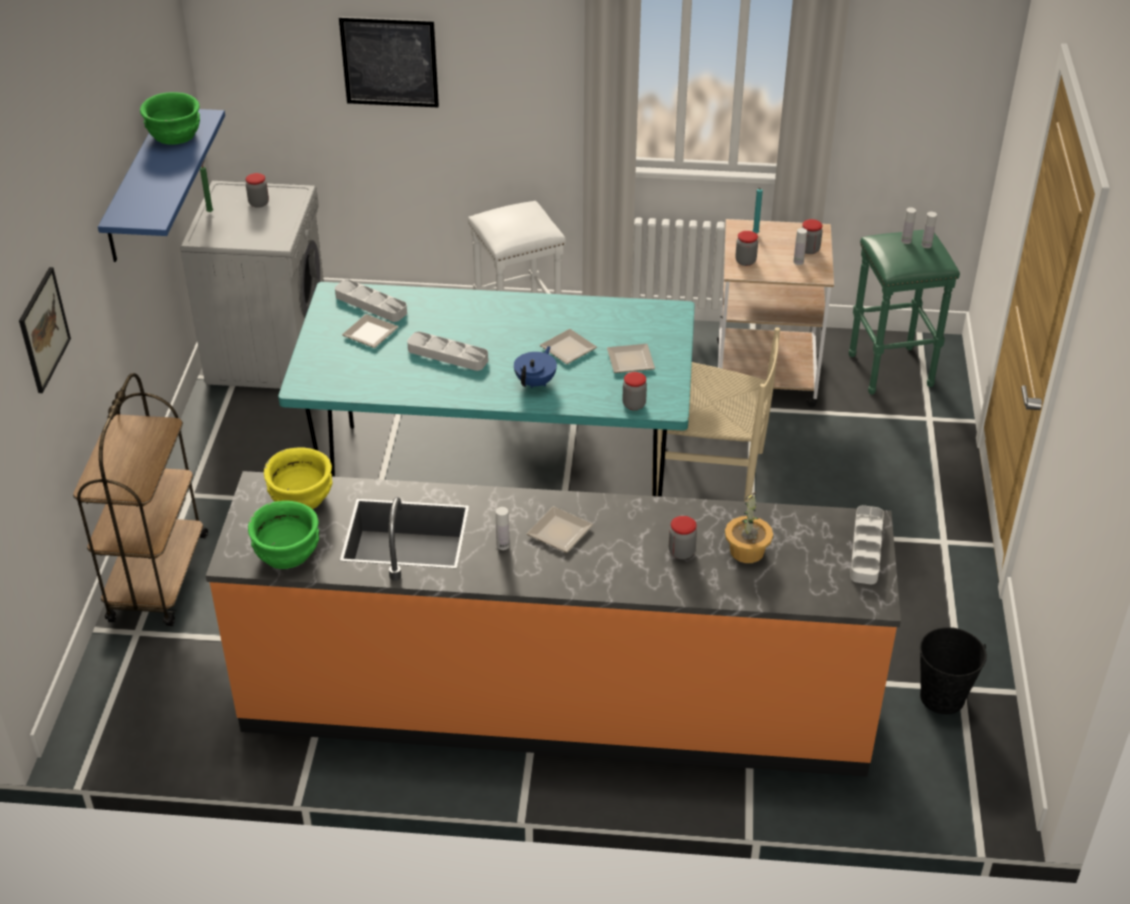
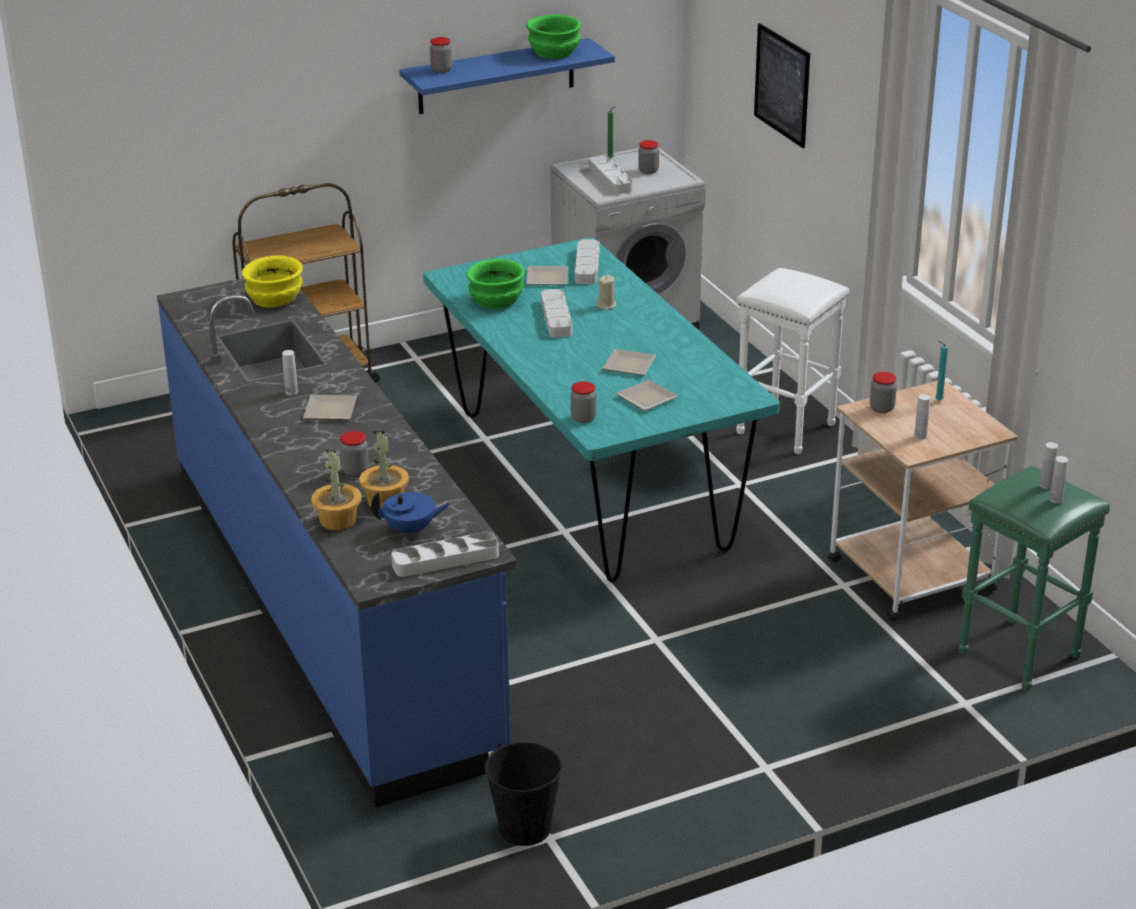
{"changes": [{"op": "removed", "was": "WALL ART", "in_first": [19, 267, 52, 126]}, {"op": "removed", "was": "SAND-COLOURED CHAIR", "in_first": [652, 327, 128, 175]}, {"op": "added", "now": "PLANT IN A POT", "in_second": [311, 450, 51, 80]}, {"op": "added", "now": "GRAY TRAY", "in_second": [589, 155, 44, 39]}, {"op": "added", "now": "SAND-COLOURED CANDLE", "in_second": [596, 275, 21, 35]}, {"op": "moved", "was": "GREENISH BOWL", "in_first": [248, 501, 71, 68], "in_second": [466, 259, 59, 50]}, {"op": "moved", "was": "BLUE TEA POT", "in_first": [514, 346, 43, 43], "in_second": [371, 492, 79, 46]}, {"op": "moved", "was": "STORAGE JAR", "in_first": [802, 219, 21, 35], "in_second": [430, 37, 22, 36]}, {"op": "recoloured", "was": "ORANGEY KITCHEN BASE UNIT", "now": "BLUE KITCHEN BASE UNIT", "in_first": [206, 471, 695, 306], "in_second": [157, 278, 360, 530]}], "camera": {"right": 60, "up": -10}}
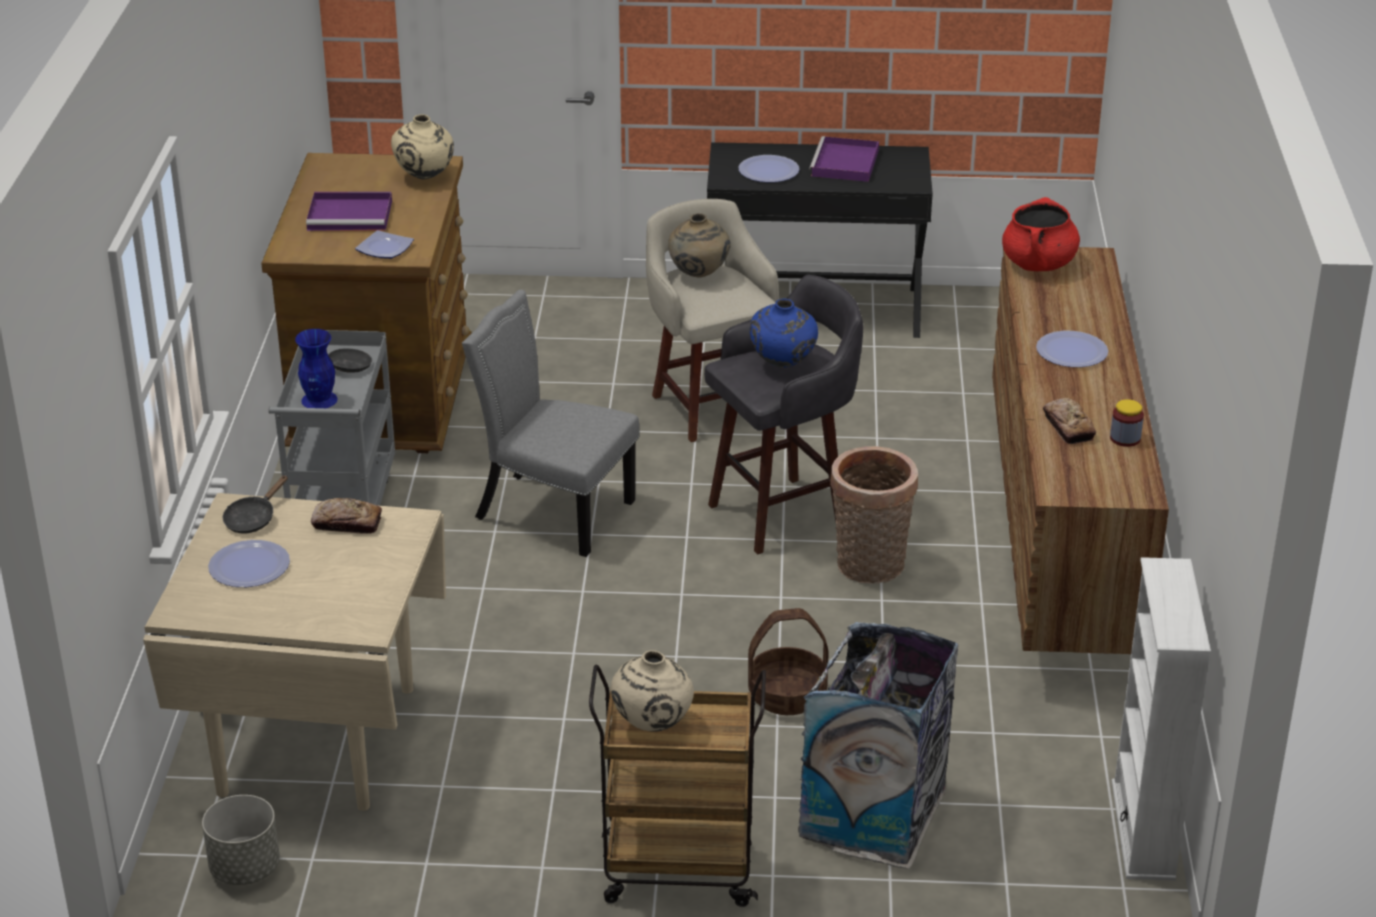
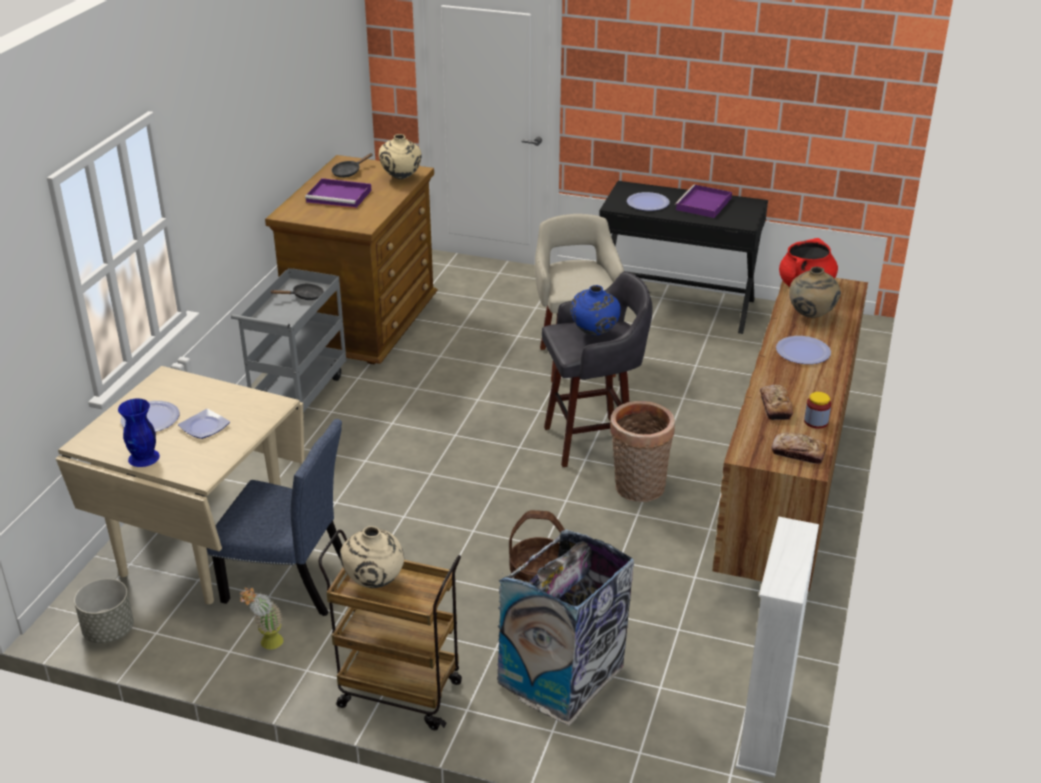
{"changes": [{"op": "removed", "was": "GRAY CHAIR", "in_first": [462, 290, 178, 267]}, {"op": "added", "now": "BLUE CHAIR", "in_second": [207, 419, 136, 197]}, {"op": "added", "now": "PLANT IN A POT", "in_second": [240, 588, 43, 62]}, {"op": "moved", "was": "BLACK FRYING PAN", "in_first": [223, 475, 65, 59], "in_second": [332, 153, 41, 25]}, {"op": "moved", "was": "BLUE DECORATIVE VASE", "in_first": [295, 329, 43, 79], "in_second": [118, 398, 42, 69]}, {"op": "moved", "was": "BAKED BREAD", "in_first": [311, 498, 71, 36], "in_second": [772, 432, 55, 32]}, {"op": "moved", "was": "PLATE", "in_first": [355, 230, 59, 29], "in_second": [178, 409, 52, 30]}, {"op": "moved", "was": "SAND-COLOURED DECORATIVE VASE", "in_first": [668, 213, 63, 64], "in_second": [789, 267, 52, 51]}], "camera": {"right": 15, "up": 0}}
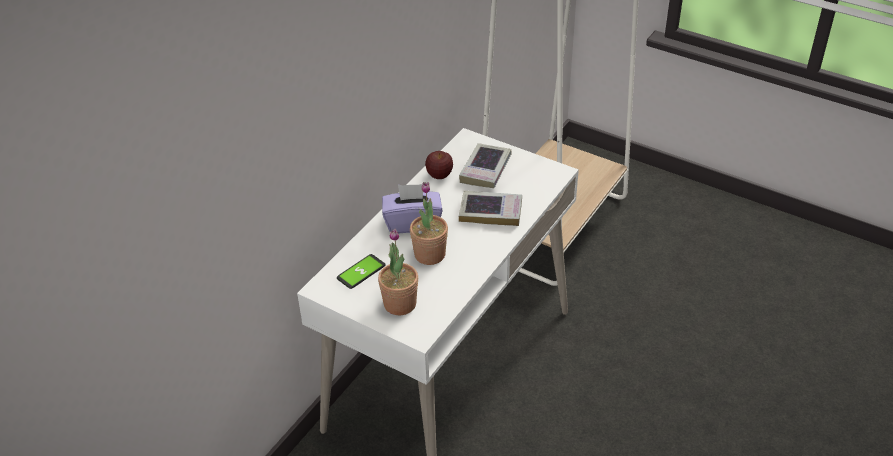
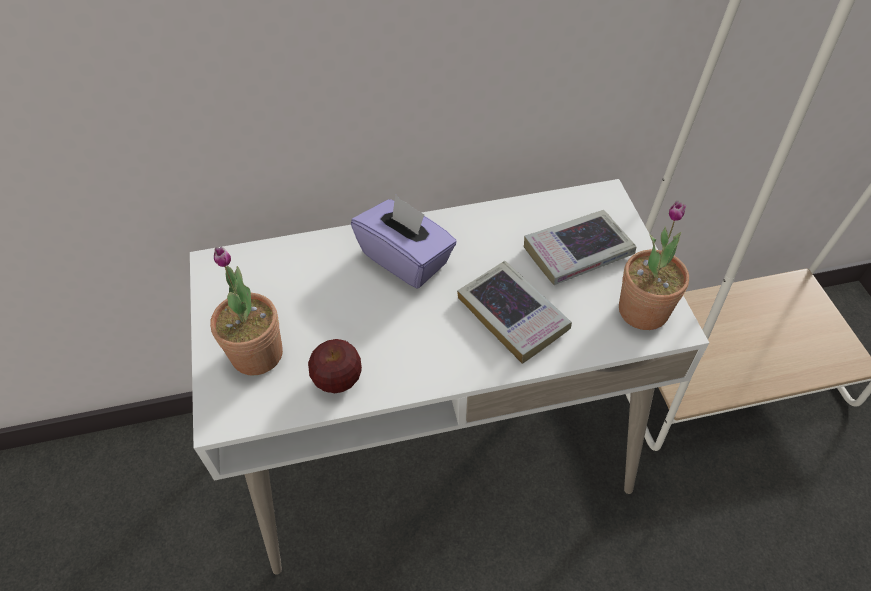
{"changes": [{"op": "removed", "was": "HANDSET", "in_first": [337, 254, 48, 35]}, {"op": "moved", "was": "PLANT IN A POT", "in_first": [410, 182, 38, 83], "in_second": [619, 200, 70, 130]}, {"op": "moved", "was": "APPLE FRUIT", "in_first": [425, 151, 28, 28], "in_second": [308, 339, 54, 54]}], "camera": {"right": 45, "up": 10}}
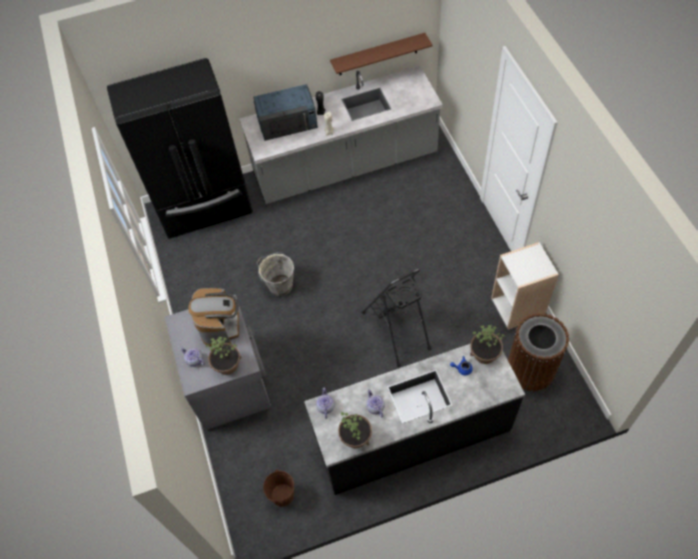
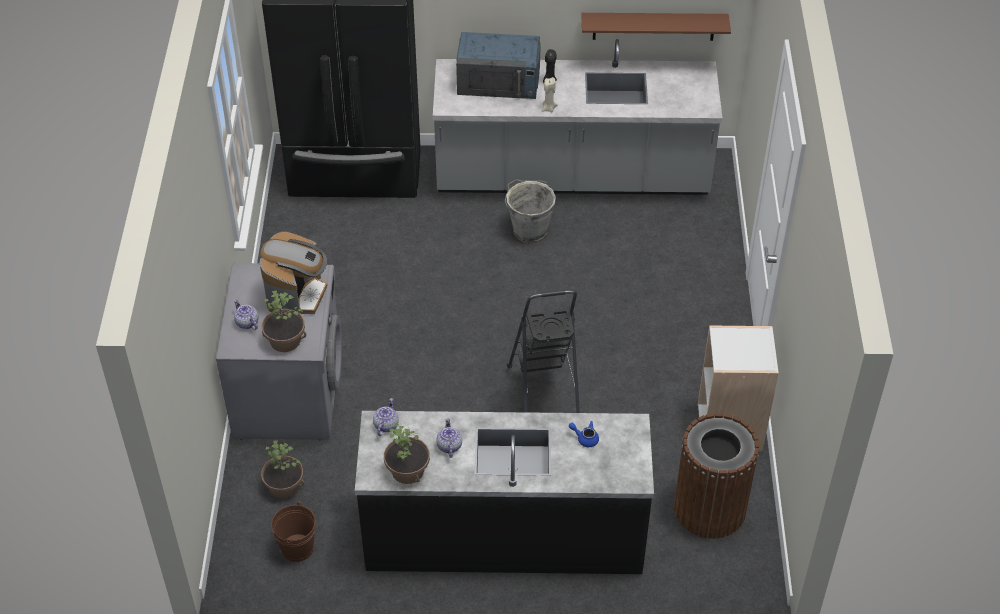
{"changes": [{"op": "moved", "was": "GRAY WATER BUCKET", "in_first": [257, 252, 37, 44], "in_second": [505, 179, 51, 64]}, {"op": "moved", "was": "PLANT IN A POT", "in_first": [470, 325, 35, 39], "in_second": [261, 441, 44, 57]}], "camera": {"right": 15, "up": -10}}
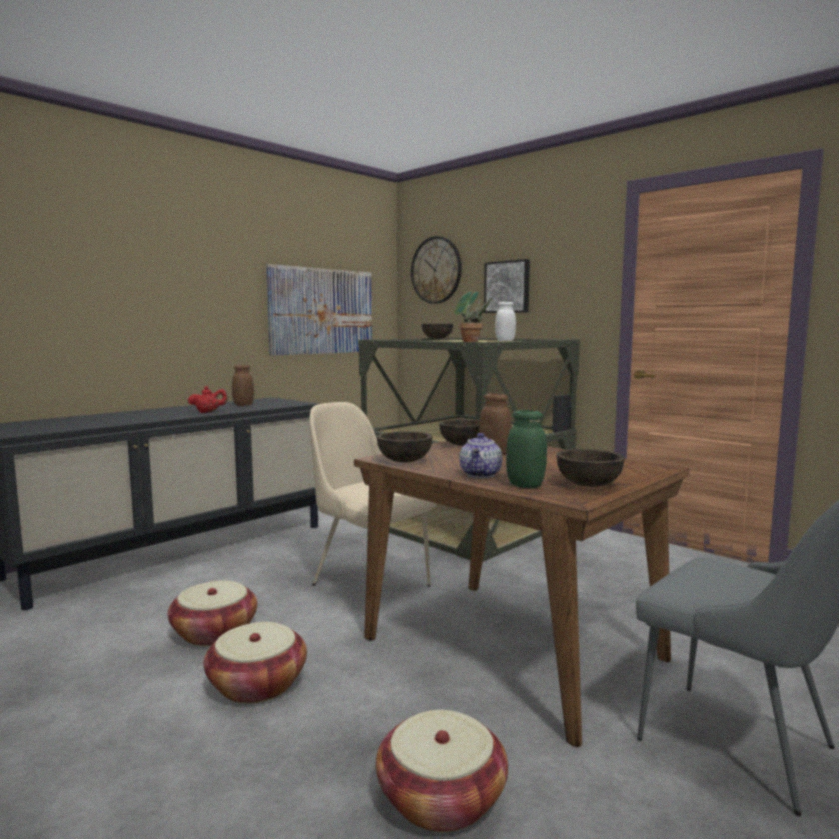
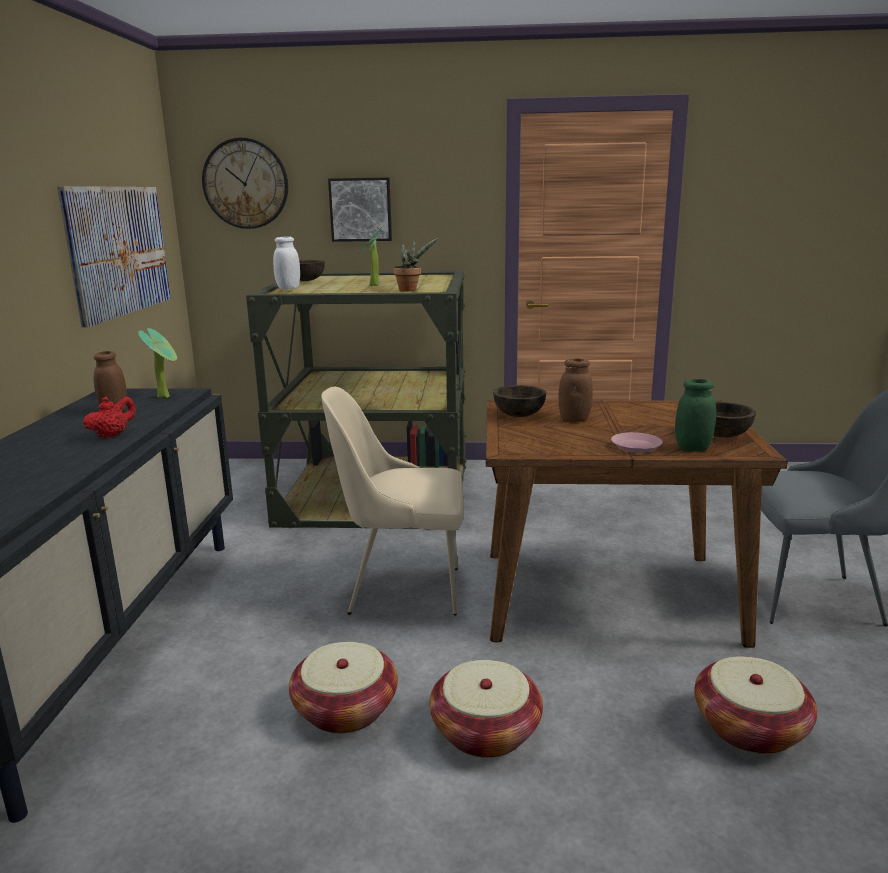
{"changes": [{"op": "removed", "was": "BROWN-COLOURED BOWL", "in_first": [377, 431, 56, 31]}, {"op": "added", "now": "PLANT IN A POT", "in_second": [138, 328, 39, 70]}, {"op": "moved", "was": "WHITE STORAGE JAR", "in_first": [495, 302, 21, 39], "in_second": [273, 236, 27, 53]}, {"op": "replaced", "was": "TEA POT", "now": "PINKISH PLATE", "in_first": [459, 433, 44, 45], "in_second": [611, 432, 52, 21]}], "camera": {"right": -40, "up": 10}}
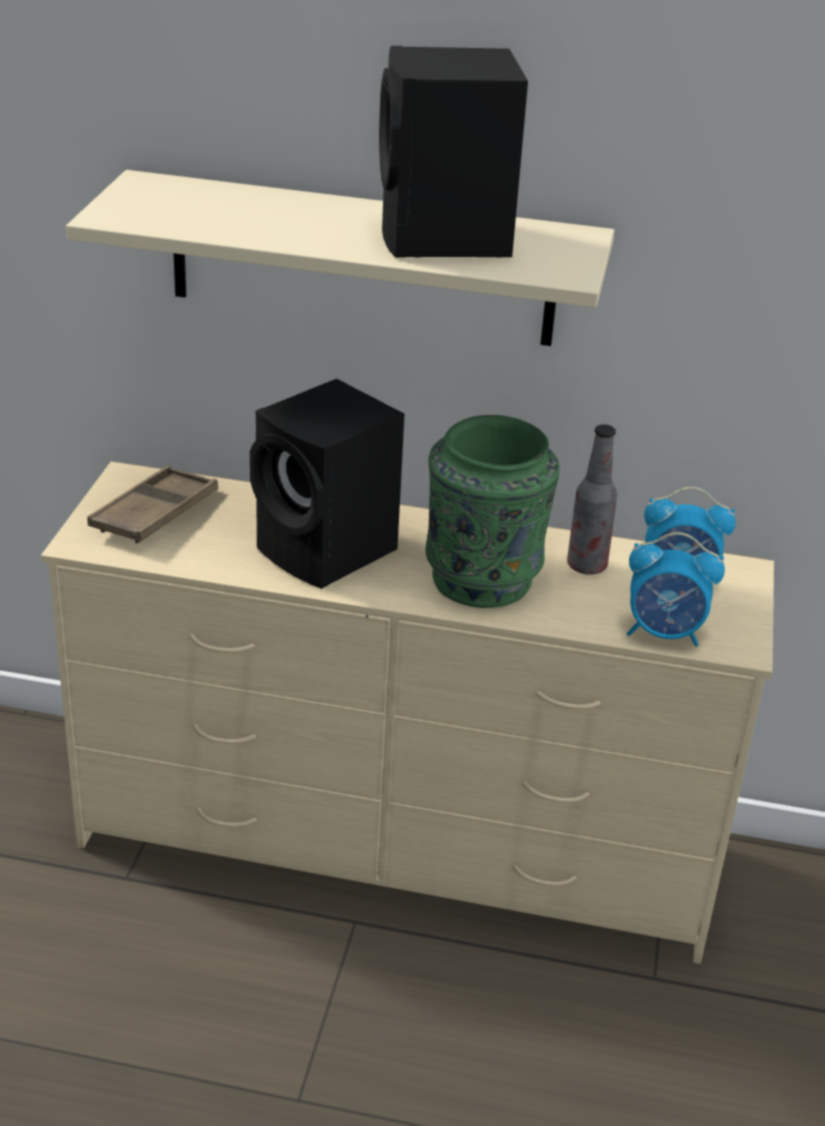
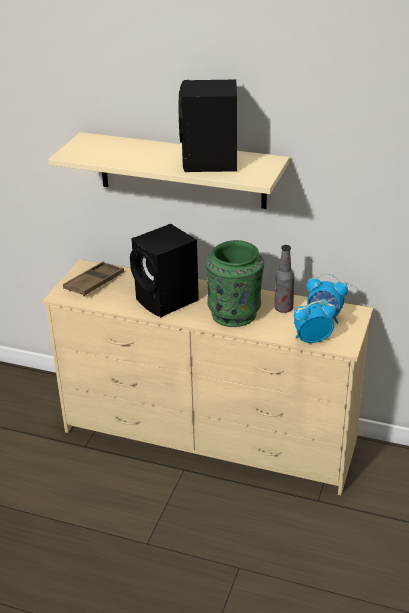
{"changes": [{"op": "turned", "was": "TABLE CLOCK", "in_first": [627, 532, 98, 115], "in_second": [294, 301, 42, 42], "clockwise": 150}], "camera": {"right": 10, "up": 0}}
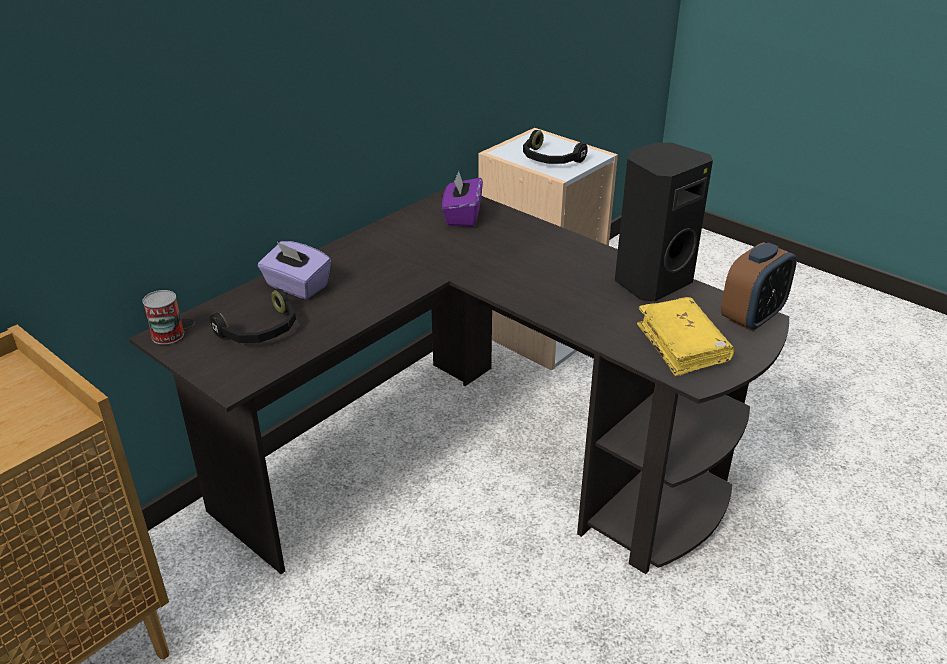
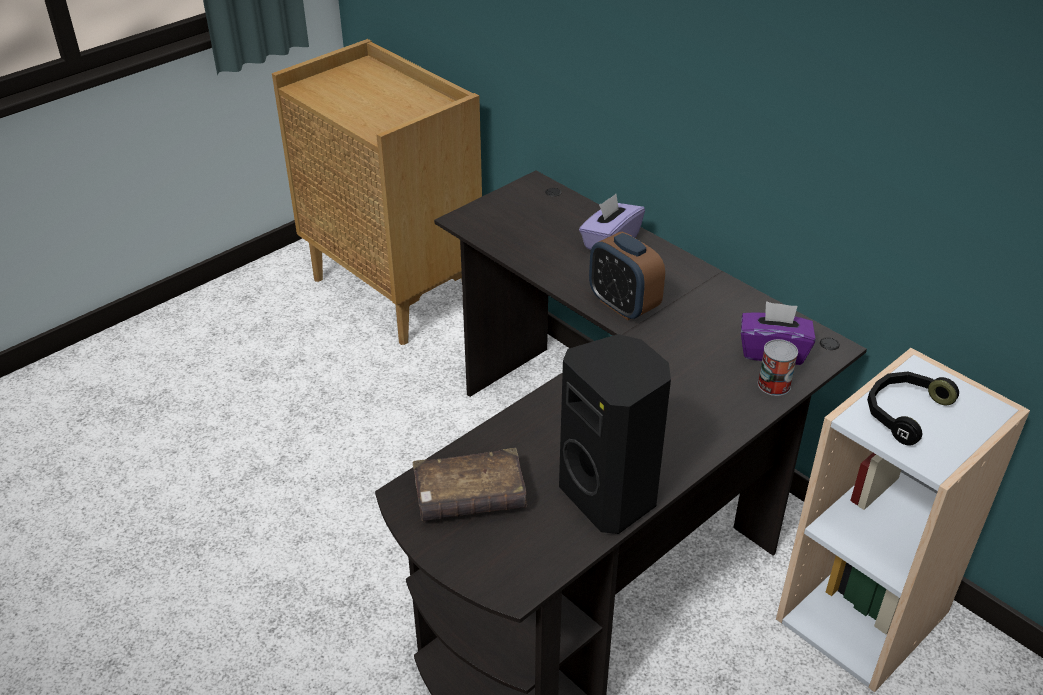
{"changes": [{"op": "removed", "was": "BLACK HEADSET", "in_first": [210, 289, 86, 54]}, {"op": "moved", "was": "METAL CAN", "in_first": [142, 290, 42, 54], "in_second": [758, 339, 40, 57]}, {"op": "moved", "was": "TABLE CLOCK", "in_first": [721, 242, 76, 89], "in_second": [589, 232, 76, 88]}, {"op": "recoloured", "was": "YELLOWISH BOUND BOOK", "now": "BROWN-COLOURED BOUND BOOK", "in_first": [637, 297, 97, 80], "in_second": [413, 448, 114, 73]}], "camera": {"right": 95, "up": 5}}
